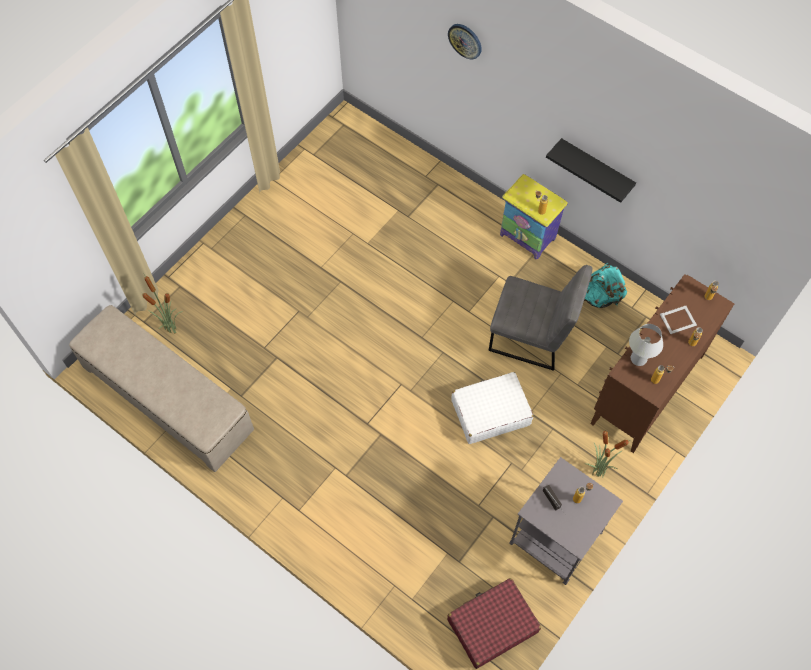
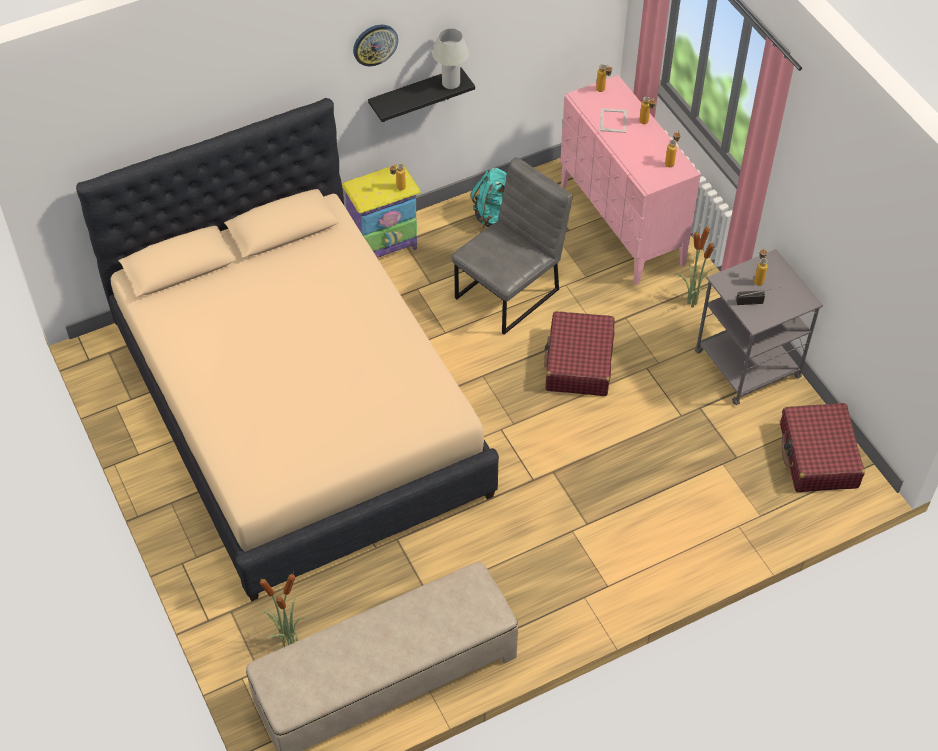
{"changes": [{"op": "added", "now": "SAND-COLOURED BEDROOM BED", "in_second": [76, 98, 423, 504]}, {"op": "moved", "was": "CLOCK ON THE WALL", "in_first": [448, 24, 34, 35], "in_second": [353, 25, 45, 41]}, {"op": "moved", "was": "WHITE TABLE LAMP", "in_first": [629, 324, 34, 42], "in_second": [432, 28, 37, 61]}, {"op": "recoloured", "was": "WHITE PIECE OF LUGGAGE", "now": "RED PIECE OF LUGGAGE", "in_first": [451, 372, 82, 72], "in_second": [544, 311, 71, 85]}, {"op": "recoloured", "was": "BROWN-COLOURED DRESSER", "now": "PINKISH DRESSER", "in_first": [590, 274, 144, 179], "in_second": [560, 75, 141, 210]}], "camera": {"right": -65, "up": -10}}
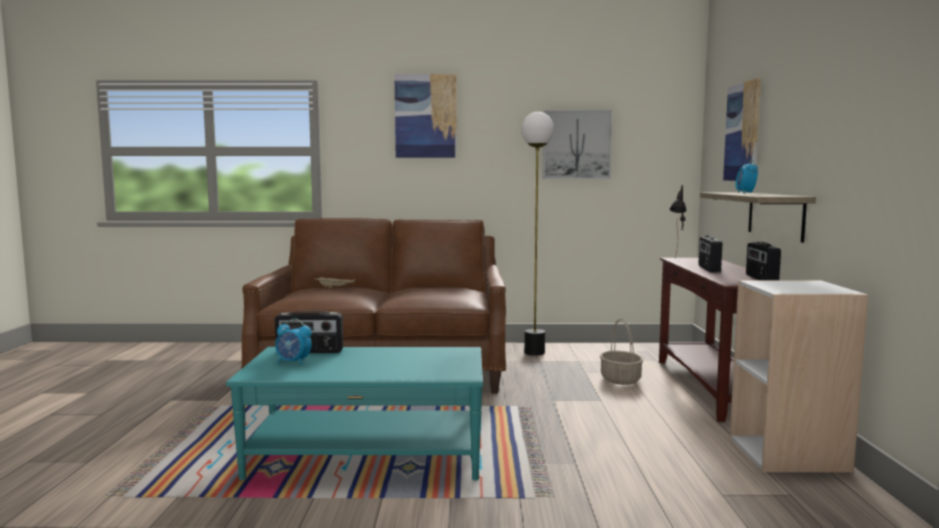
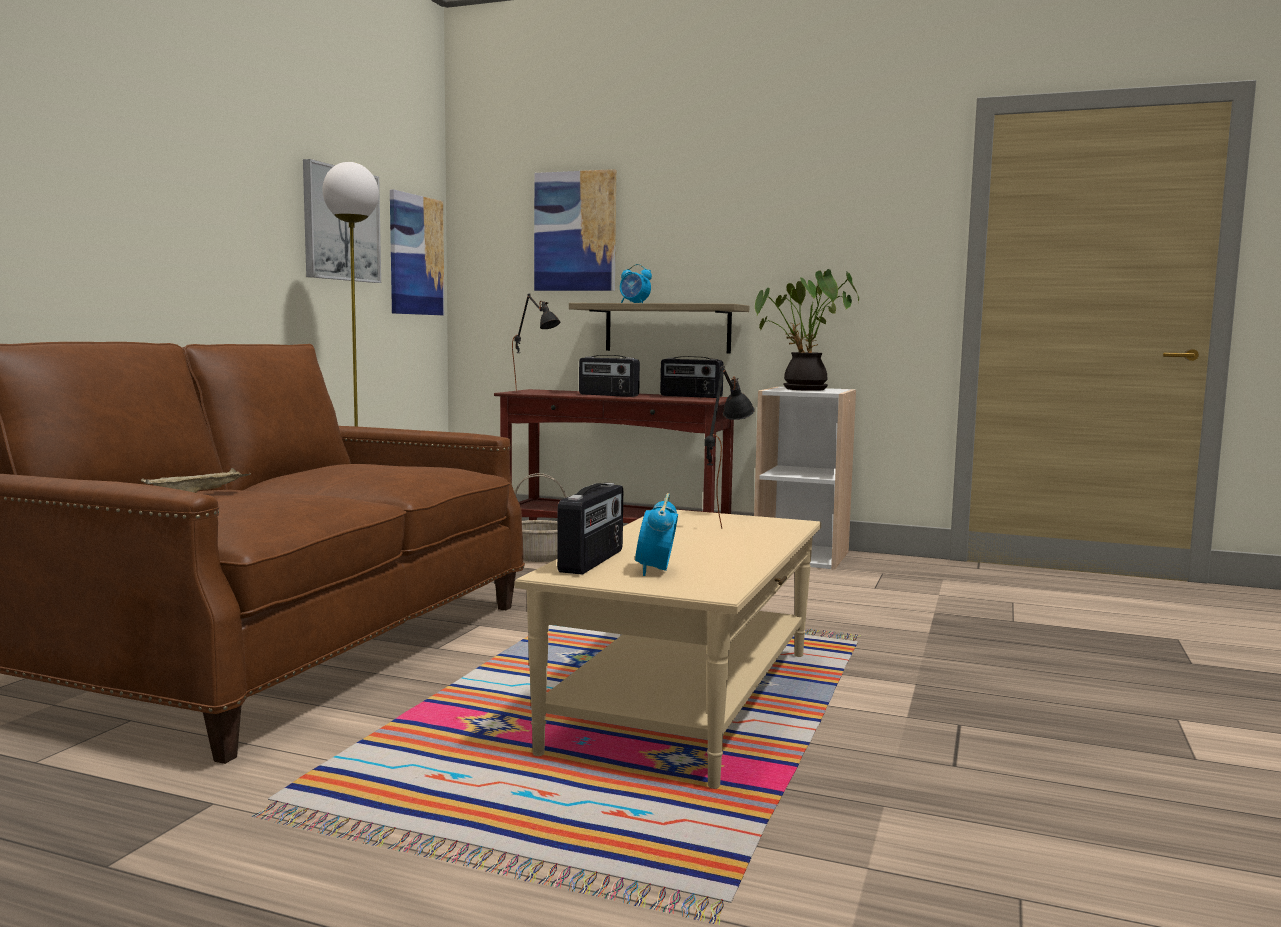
{"changes": [{"op": "added", "now": "BLACK TABLE LAMP", "in_second": [704, 366, 51, 163]}, {"op": "added", "now": "PLANT IN A POT", "in_second": [755, 269, 104, 122]}, {"op": "moved", "was": "WALL ART", "in_first": [394, 74, 63, 84], "in_second": [390, 189, 54, 126]}, {"op": "recoloured", "was": "TURQUOISE-COLOURED COFFEE TABLE", "now": "SAND-COLOURED COFFEE TABLE", "in_first": [226, 347, 257, 133], "in_second": [515, 510, 306, 279]}, {"op": "turned", "was": "TABLE CLOCK", "in_first": [275, 318, 37, 47], "in_second": [635, 493, 43, 83], "clockwise": 150}], "camera": {"right": -70, "up": 0}}
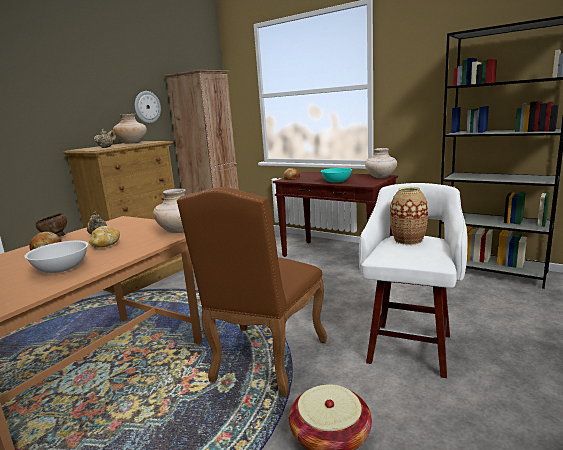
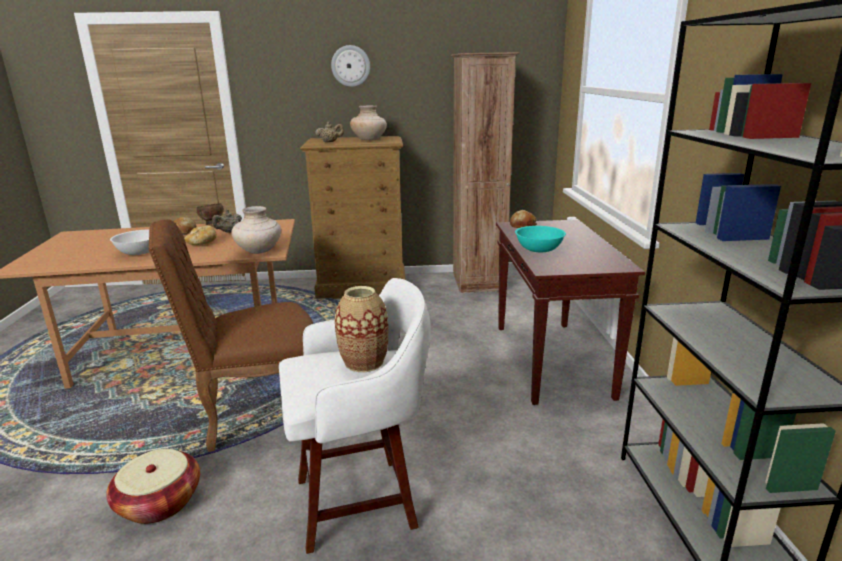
{"changes": [{"op": "removed", "was": "SAND-COLOURED DECORATIVE VASE", "in_first": [365, 148, 32, 30]}, {"op": "moved", "was": "CLOCK ON THE WALL", "in_first": [135, 91, 26, 32], "in_second": [331, 45, 39, 42]}], "camera": {"right": 50, "up": 5}}
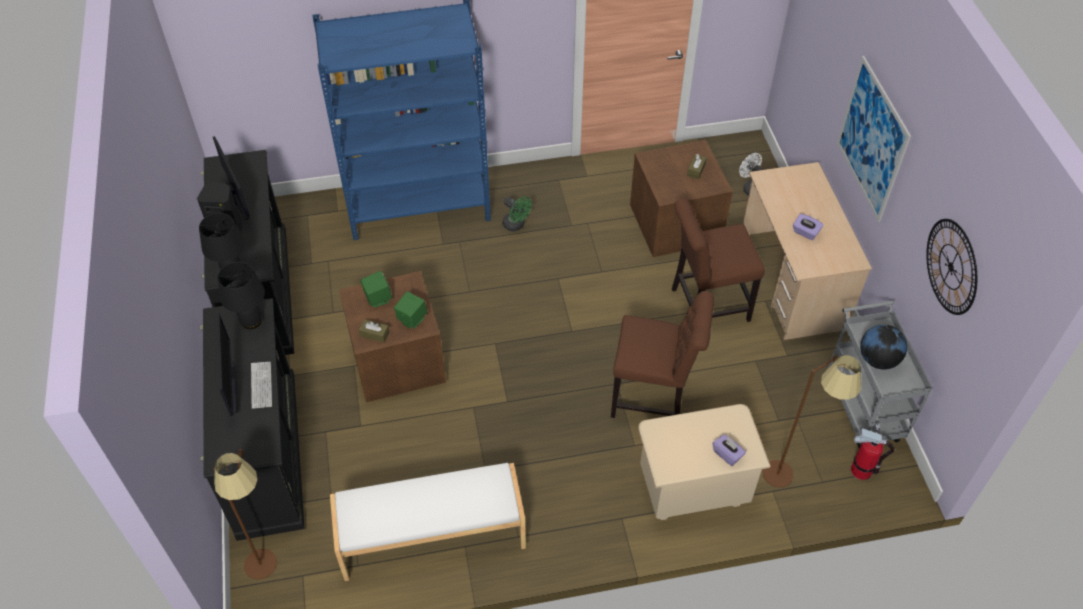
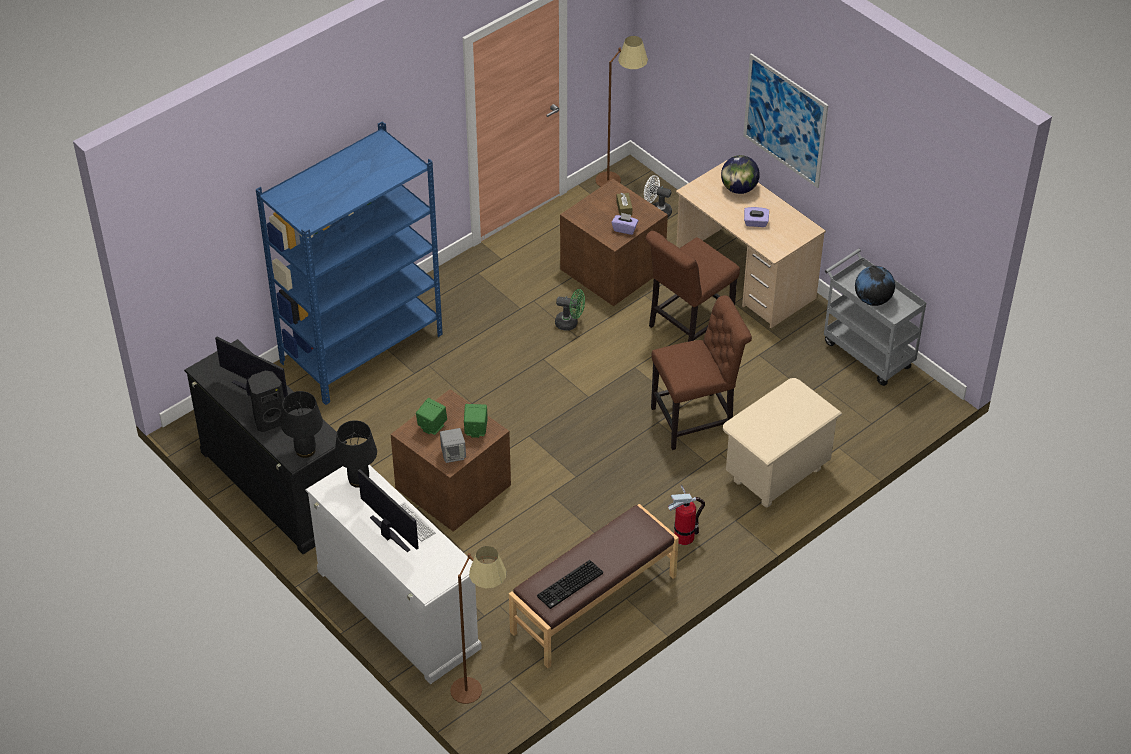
{"changes": [{"op": "removed", "was": "CLOCK ON THE WALL", "in_first": [926, 219, 51, 96]}, {"op": "added", "now": "PC KEYBOARD", "in_second": [537, 560, 66, 49]}, {"op": "added", "now": "GLOBE", "in_second": [721, 155, 39, 39]}, {"op": "moved", "was": "GREENISH COOLING FAN", "in_first": [502, 196, 30, 35], "in_second": [555, 289, 30, 42]}, {"op": "moved", "was": "PURPLISH TISSUE BOX", "in_first": [712, 434, 34, 32], "in_second": [612, 212, 27, 23]}, {"op": "moved", "was": "BROWN-COLOURED STANDING LAMP", "in_first": [763, 355, 98, 132], "in_second": [595, 36, 53, 151]}, {"op": "moved", "was": "FIRE EXTINGUISHER", "in_first": [851, 423, 44, 57], "in_second": [668, 485, 37, 60]}, {"op": "replaced", "was": "BROWN-COLOURED TISSUE BOX", "now": "GRAY LOUDSPEAKER", "in_first": [359, 319, 30, 24], "in_second": [440, 428, 26, 35]}, {"op": "recoloured", "was": "BLACK STORAGE CABINET", "now": "WHITE STORAGE CABINET", "in_first": [200, 298, 105, 243], "in_second": [305, 465, 177, 219]}, {"op": "recoloured", "was": "WHITE BENCH", "now": "BROWN-COLOURED BENCH", "in_first": [330, 463, 196, 118], "in_second": [509, 504, 170, 164]}], "camera": {"right": -30, "up": -5}}
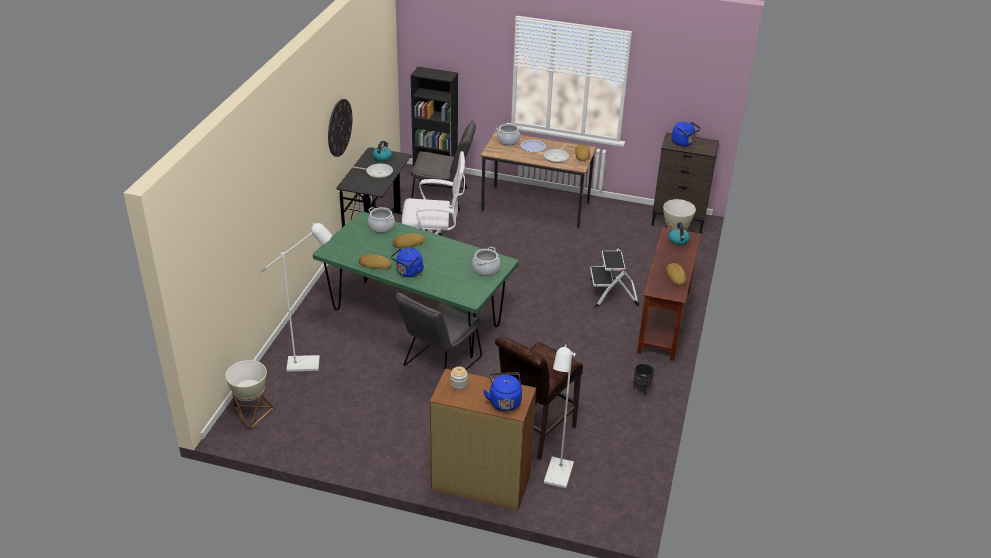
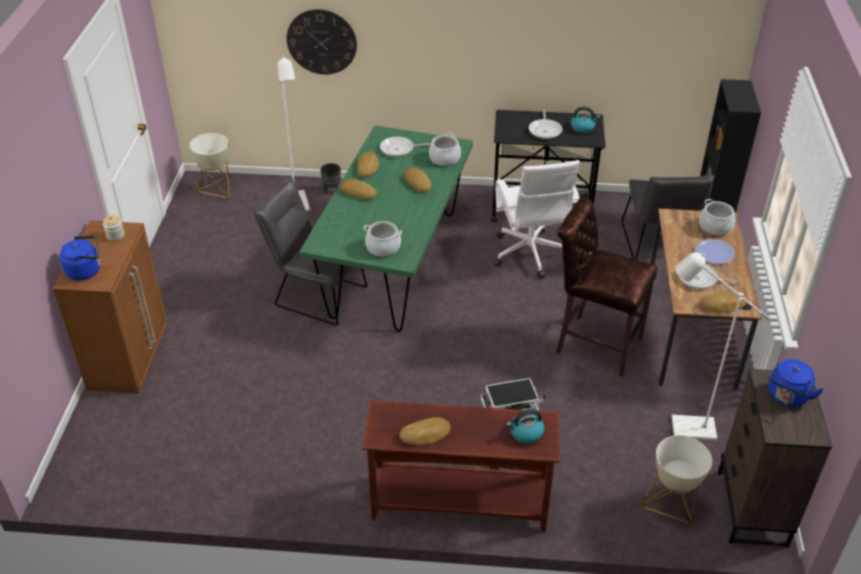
{"changes": [{"op": "added", "now": "FRYING PAN", "in_second": [380, 136, 51, 21]}, {"op": "moved", "was": "CLOCK ON THE WALL", "in_first": [328, 99, 24, 58], "in_second": [287, 9, 70, 66]}, {"op": "moved", "was": "BROWN-COLOURED STOOL SEAT", "in_first": [495, 336, 88, 124], "in_second": [556, 197, 101, 180]}, {"op": "moved", "was": "WHITE STANDING LAMP", "in_first": [544, 344, 33, 144], "in_second": [671, 252, 99, 188]}, {"op": "moved", "was": "BLACK FLOWER POT", "in_first": [633, 363, 22, 33], "in_second": [320, 163, 21, 31]}, {"op": "replaced", "was": "BLUE KETTLE", "now": "BAKED BREAD", "in_first": [391, 248, 33, 29], "in_second": [340, 179, 37, 21]}], "camera": {"right": 80, "up": 5}}
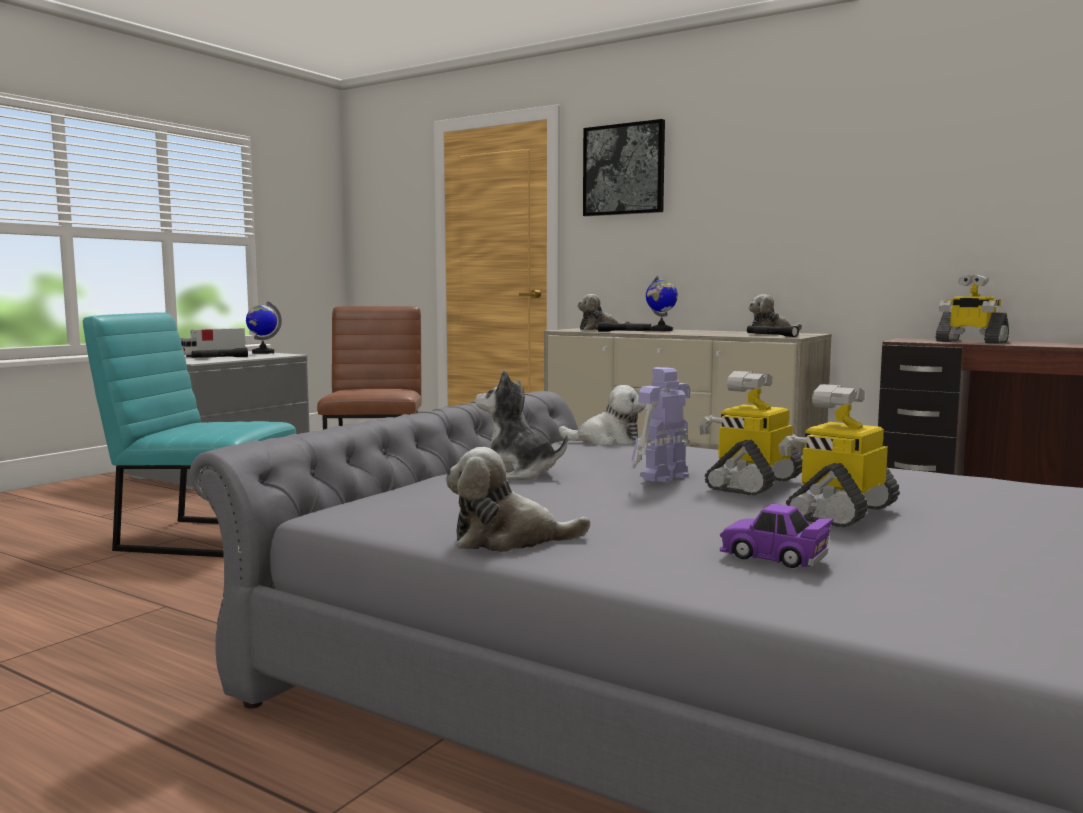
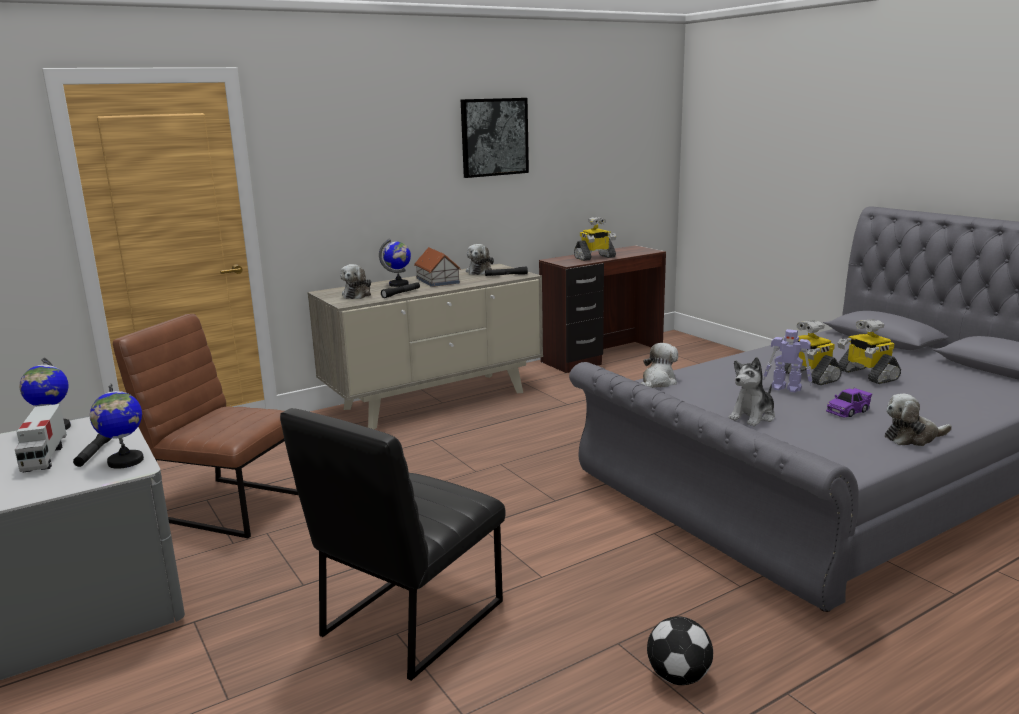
{"changes": [{"op": "added", "now": "GLOBE", "in_second": [90, 383, 54, 86]}, {"op": "added", "now": "MINIATURE HOUSE", "in_second": [414, 247, 47, 40]}, {"op": "added", "now": "FOOTBALL", "in_second": [647, 616, 66, 69]}, {"op": "moved", "was": "WALL ART", "in_first": [583, 119, 82, 97], "in_second": [461, 98, 68, 80]}, {"op": "moved", "was": "PURPLISH MINIATURE CAR", "in_first": [719, 504, 114, 64], "in_second": [826, 388, 46, 30]}, {"op": "recoloured", "was": "TURQUOISE-COLOURED CHAIR", "now": "BLACK CHAIR", "in_first": [83, 312, 213, 245], "in_second": [280, 408, 226, 273]}, {"op": "turned", "was": "PLUSH TOY", "in_first": [446, 447, 144, 105], "in_second": [885, 394, 67, 52], "clockwise": 60}, {"op": "turned", "was": "TOY ROBOT", "in_first": [631, 367, 59, 115], "in_second": [763, 329, 49, 64], "clockwise": -45}], "camera": {"right": -65, "up": 10}}
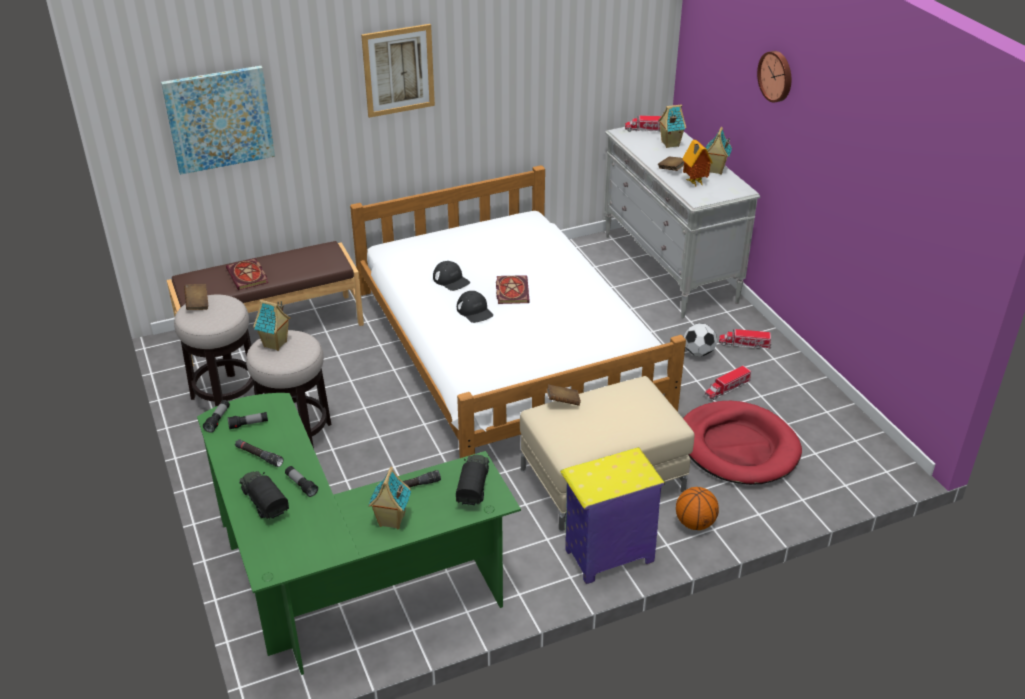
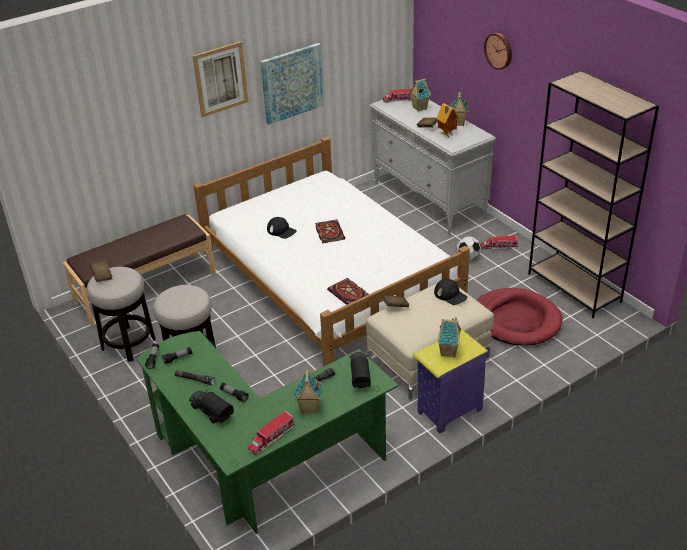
{"changes": [{"op": "removed", "was": "BASKETBALL BALL", "in_first": [676, 487, 43, 43]}, {"op": "added", "now": "SAND-COLOURED SHELVING UNIT", "in_second": [528, 70, 131, 248]}, {"op": "moved", "was": "WALL ART", "in_first": [161, 66, 114, 109], "in_second": [260, 43, 64, 82]}, {"op": "moved", "was": "BOUND BOOK", "in_first": [226, 258, 42, 32], "in_second": [327, 278, 42, 27]}, {"op": "moved", "was": "MINIATURE HOUSE", "in_first": [253, 300, 38, 51], "in_second": [437, 318, 24, 40]}, {"op": "moved", "was": "BLACK BASEBALL CAP", "in_first": [457, 291, 36, 32], "in_second": [434, 279, 34, 26]}, {"op": "moved", "was": "TOY TRUCK", "in_first": [705, 366, 46, 34], "in_second": [248, 411, 47, 43]}], "camera": {"right": -10, "up": 0}}
